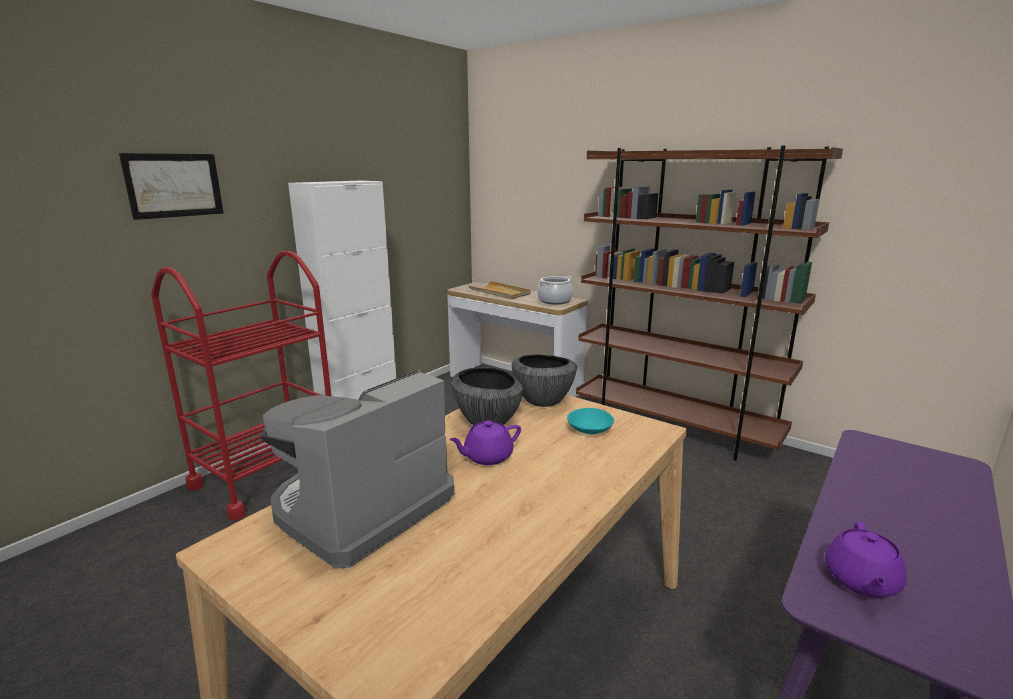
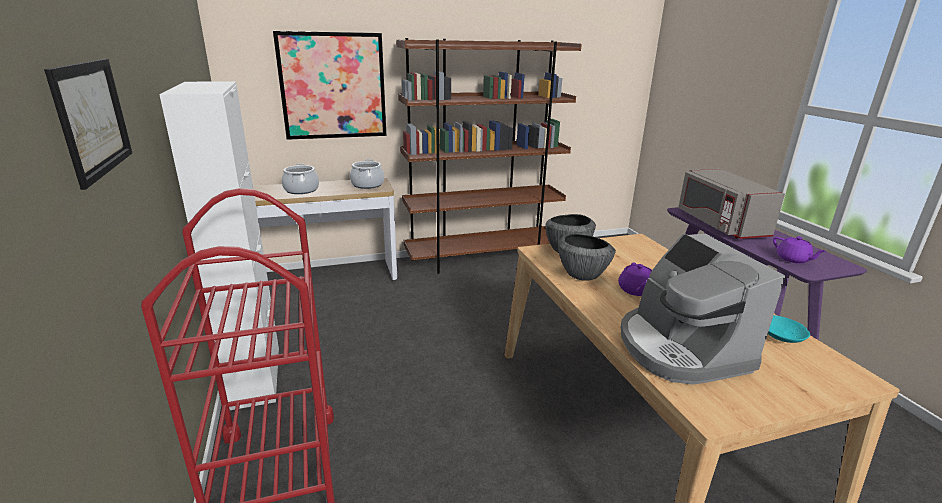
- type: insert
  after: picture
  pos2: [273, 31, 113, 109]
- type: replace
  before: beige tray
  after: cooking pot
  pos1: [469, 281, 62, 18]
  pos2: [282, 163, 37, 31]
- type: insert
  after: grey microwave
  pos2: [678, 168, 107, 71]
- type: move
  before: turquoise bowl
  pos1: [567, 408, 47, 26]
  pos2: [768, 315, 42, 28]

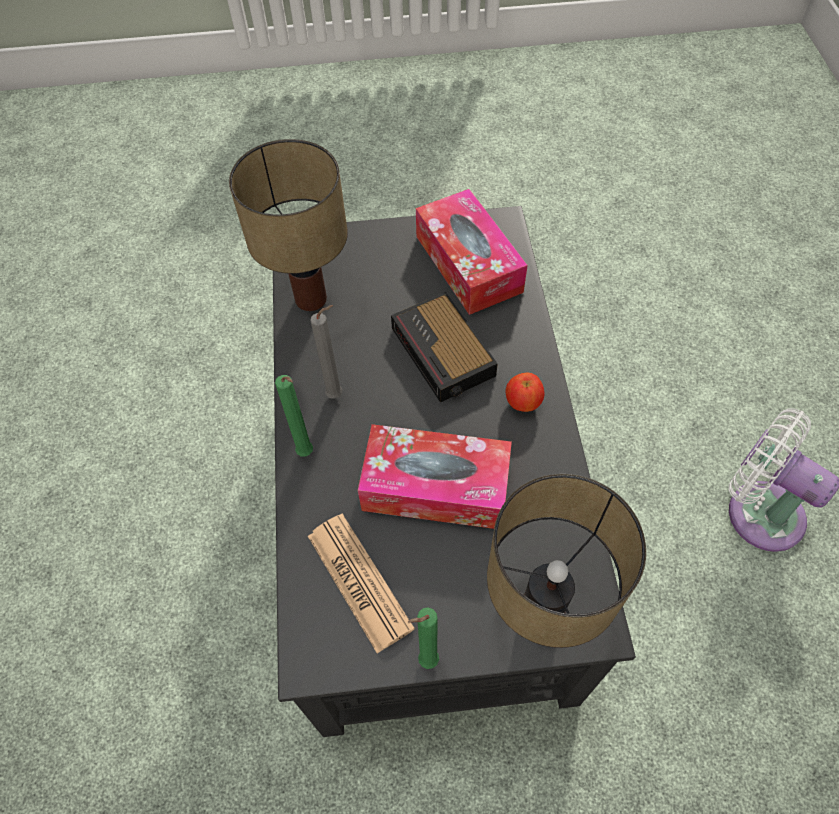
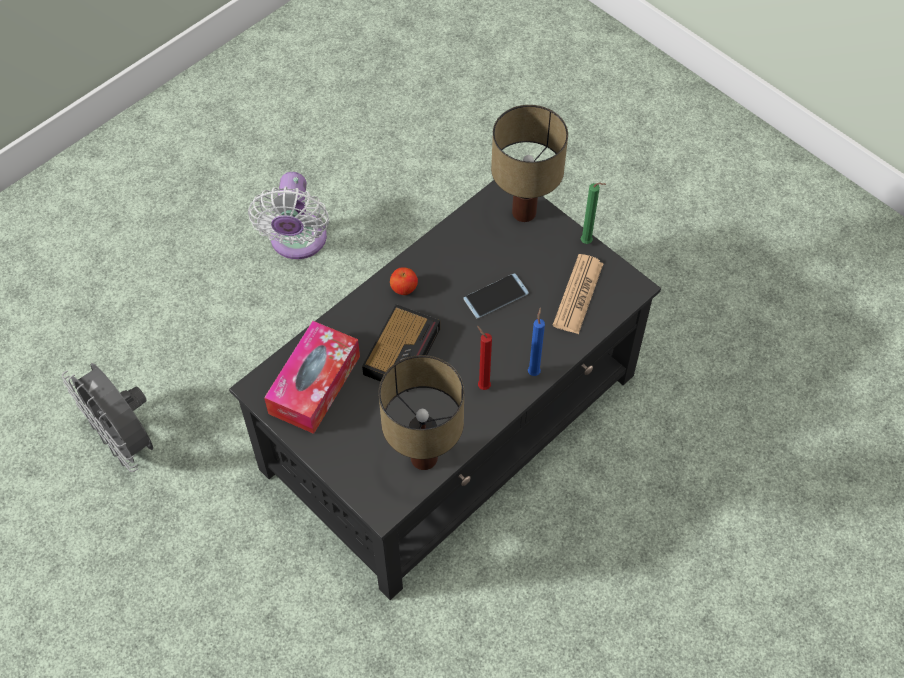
- type: insert
  after: grey fan
  pos2: [62, 363, 91, 109]
- type: replace
  before: tissue box
  after: phone
  pos1: [358, 424, 154, 105]
  pos2: [463, 273, 66, 46]
- type: recolor
  before: grey candle
  after: red candle
  pos1: [310, 305, 32, 94]
  pos2: [477, 326, 15, 64]
- type: recolor
  before: green candle
  after: blue candle
  pos1: [275, 375, 38, 82]
  pos2: [528, 307, 17, 69]

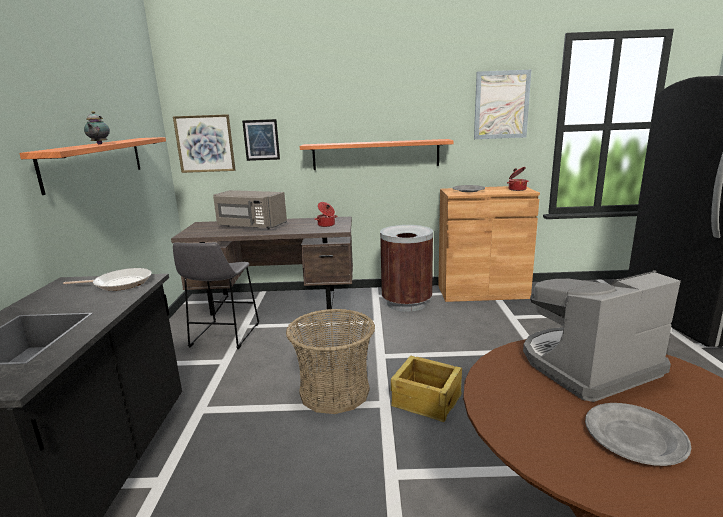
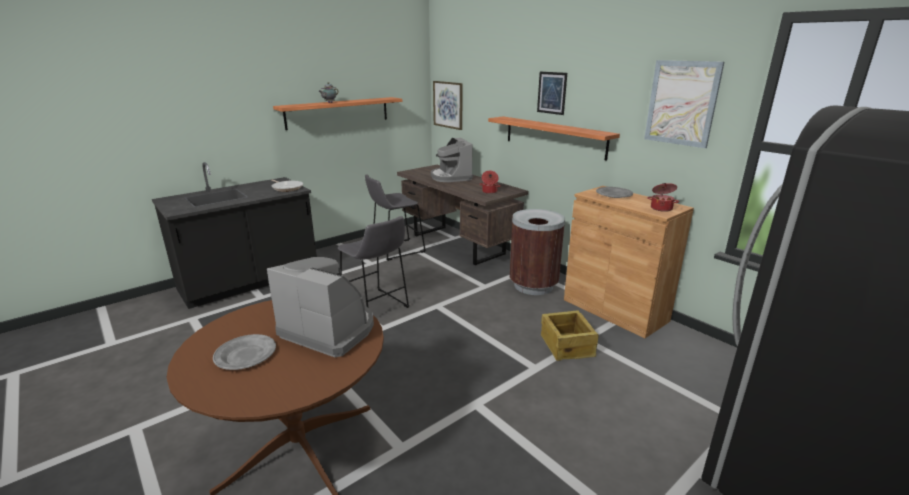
- type: replace
  before: basket
  after: grey stool
  pos1: [286, 309, 89, 105]
  pos2: [338, 216, 71, 92]
- type: replace
  before: grey microwave
  after: coffee machine
  pos1: [213, 190, 74, 40]
  pos2: [431, 138, 42, 44]
- type: move
  before: picture
  pos1: [242, 119, 38, 42]
  pos2: [537, 72, 30, 43]
- type: move
  before: crate
  pos1: [391, 356, 71, 66]
  pos2: [541, 310, 58, 51]

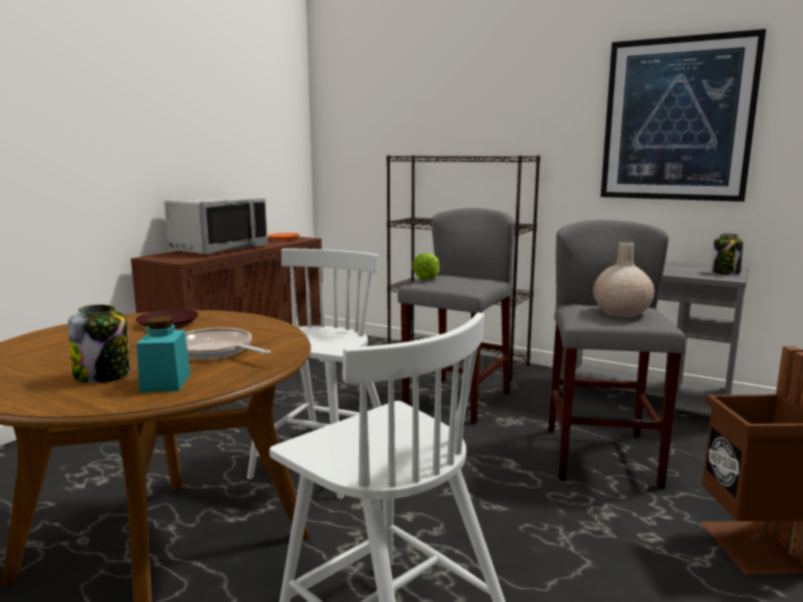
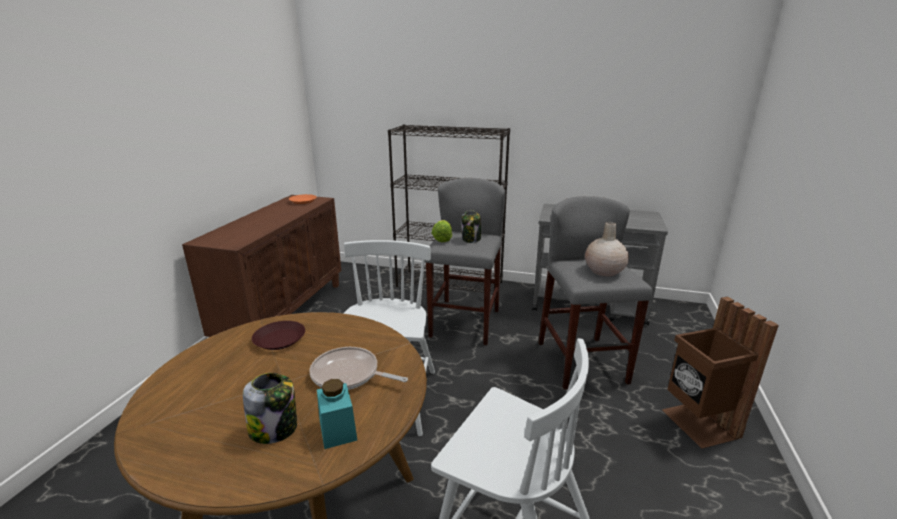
- type: move
  before: jar
  pos1: [712, 233, 31, 42]
  pos2: [461, 210, 20, 33]
- type: delete
  before: grey microwave
  pos1: [164, 196, 104, 59]
- type: delete
  before: picture
  pos1: [601, 29, 165, 173]

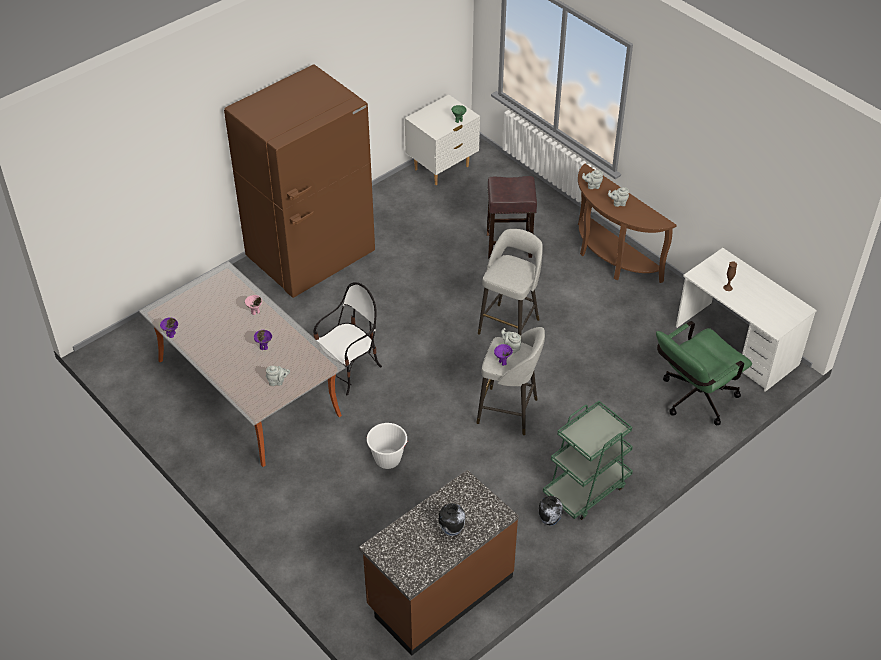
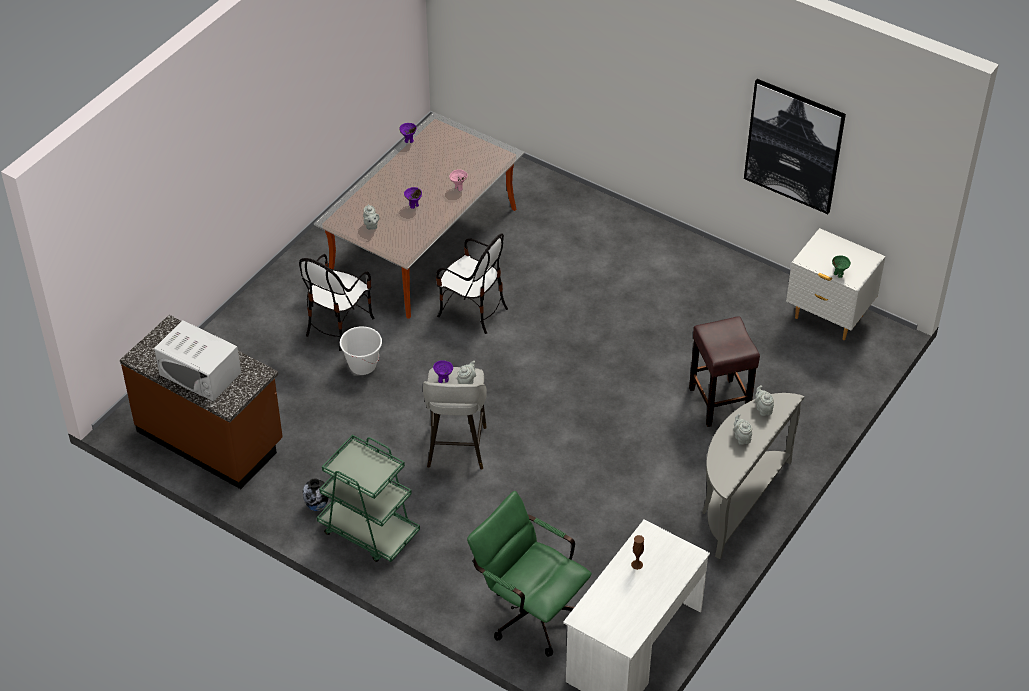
- type: replace
  before: vase
  after: white microwave
  pos1: [439, 503, 26, 33]
  pos2: [154, 320, 87, 81]
- type: insert
  after: chair
  pos2: [299, 254, 76, 97]
- type: recolor
  before: brown console table
  after: grey console table
  pos1: [578, 164, 99, 119]
  pos2: [702, 393, 102, 166]
- type: insert
  after: picture
  pos2: [744, 79, 102, 135]
- type: delete
  before: brown fridge
  pos1: [224, 64, 151, 234]
- type: delete
  before: grey stool
  pos1: [478, 229, 65, 106]

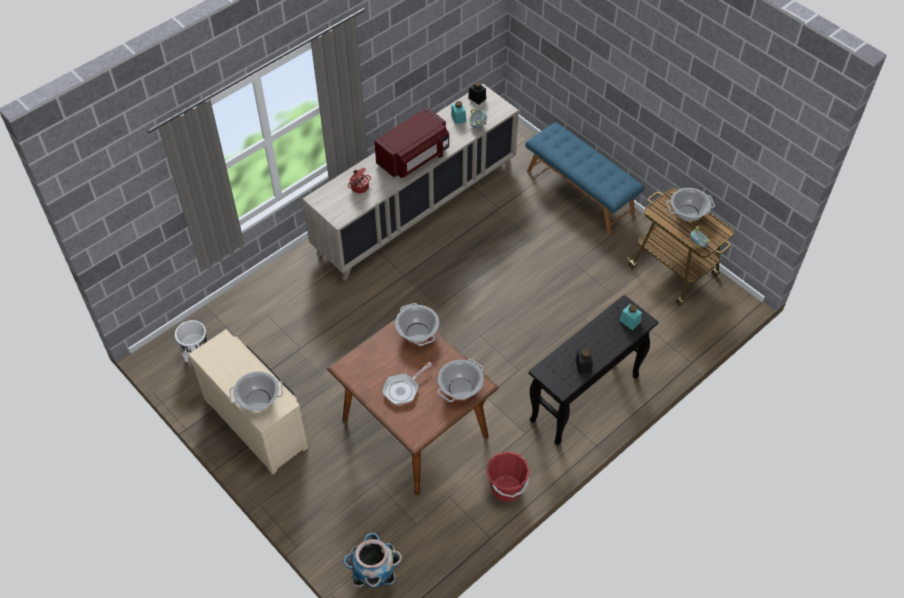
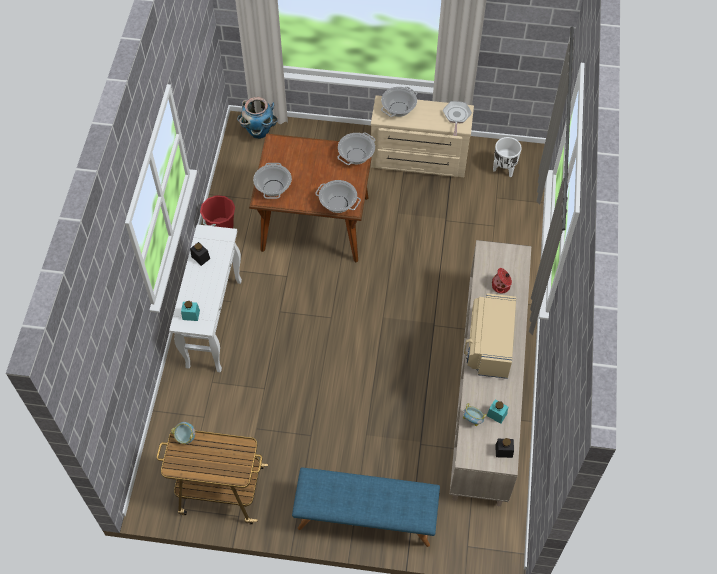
- type: recolor
  before: black console table
  after: white console table
  pos1: [528, 295, 130, 151]
  pos2: [169, 224, 73, 148]
- type: move
  before: cooking pot
  pos1: [666, 188, 49, 33]
  pos2: [337, 132, 38, 33]
- type: move
  before: frying pan
  pos1: [382, 362, 50, 43]
  pos2: [443, 101, 29, 35]
- type: recolor
  before: red microwave
  after: beige microwave
  pos1: [374, 107, 75, 71]
  pos2: [464, 293, 52, 86]

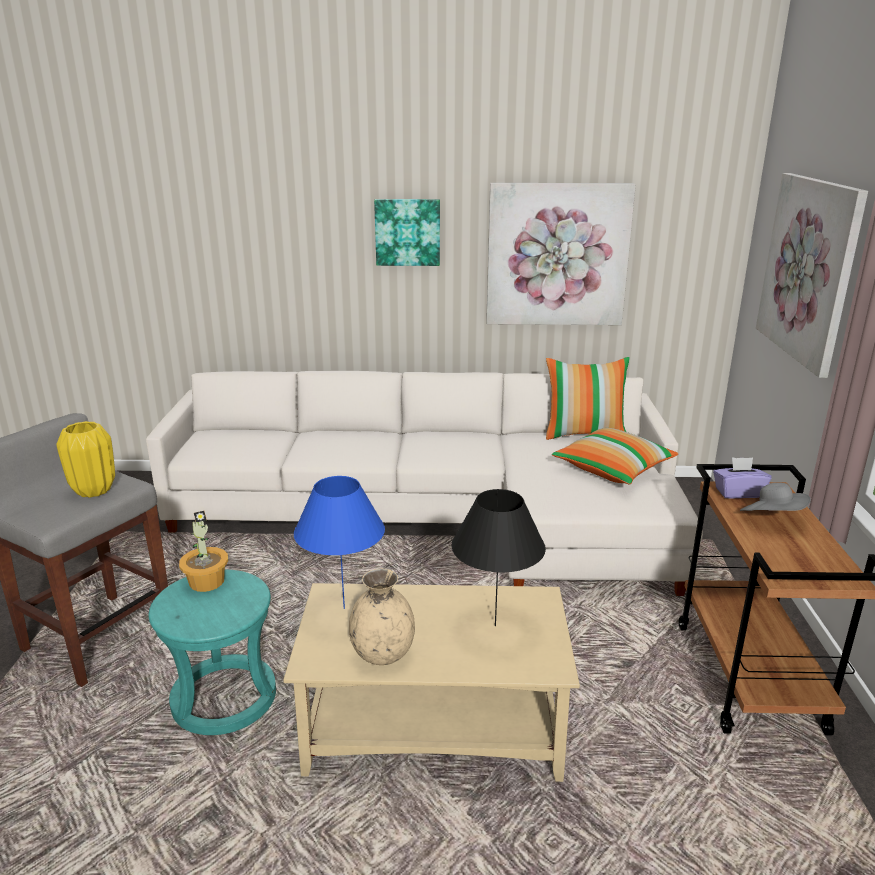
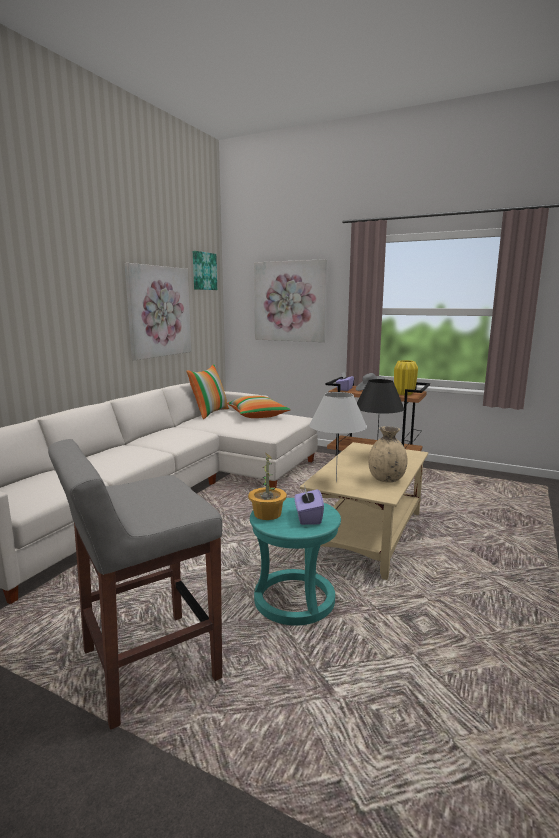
- type: move
  before: picture
  pos1: [374, 199, 66, 67]
  pos2: [193, 251, 24, 39]
- type: insert
  after: purple tissue box
  pos2: [294, 485, 30, 40]
- type: recolor
  before: blue table lamp
  after: white table lamp
  pos1: [294, 476, 91, 133]
  pos2: [309, 392, 58, 90]
- type: move
  before: yellow vase
  pos1: [56, 421, 59, 77]
  pos2: [394, 360, 24, 35]

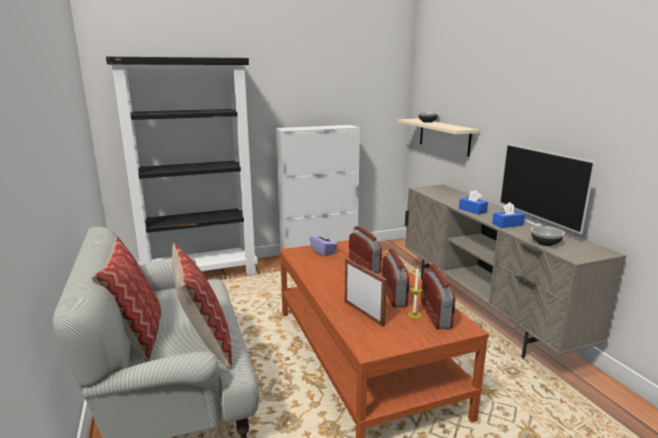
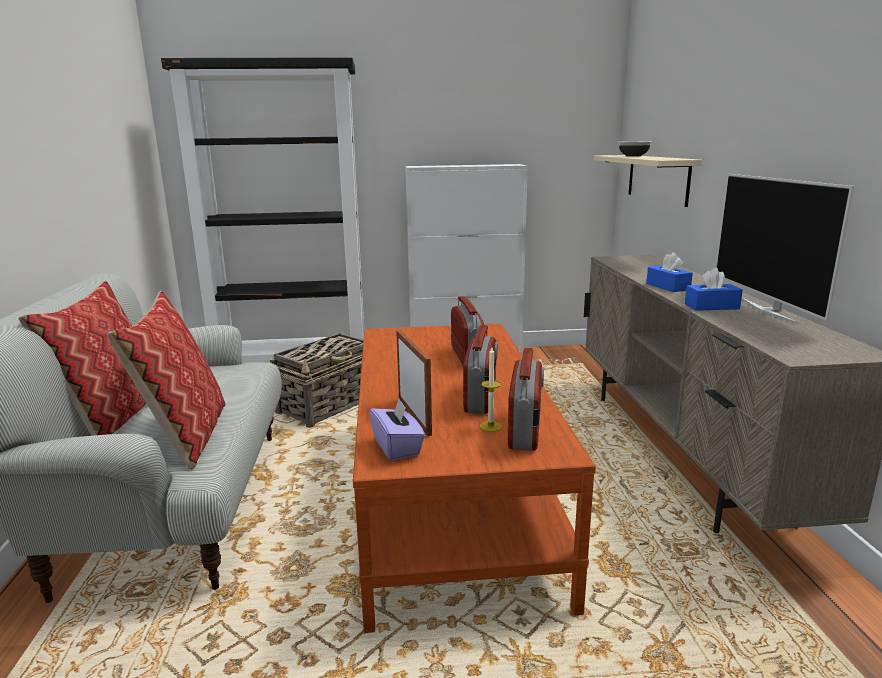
- type: insert
  after: basket
  pos2: [269, 333, 94, 95]
- type: move
  before: purple tissue box
  pos1: [310, 231, 28, 25]
  pos2: [369, 399, 56, 62]
- type: delete
  before: bowl
  pos1: [531, 226, 34, 20]

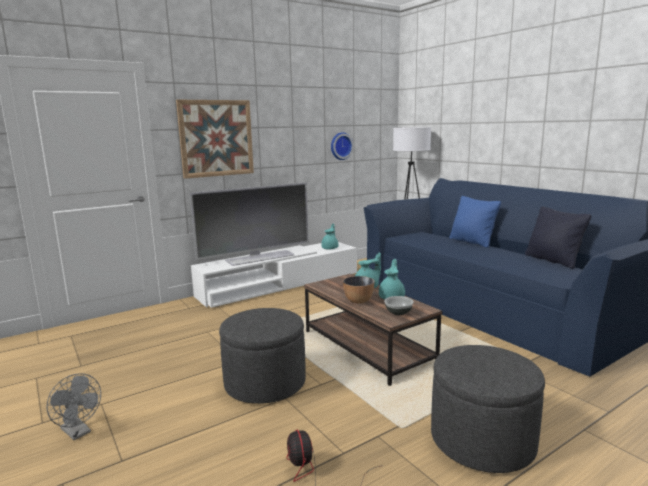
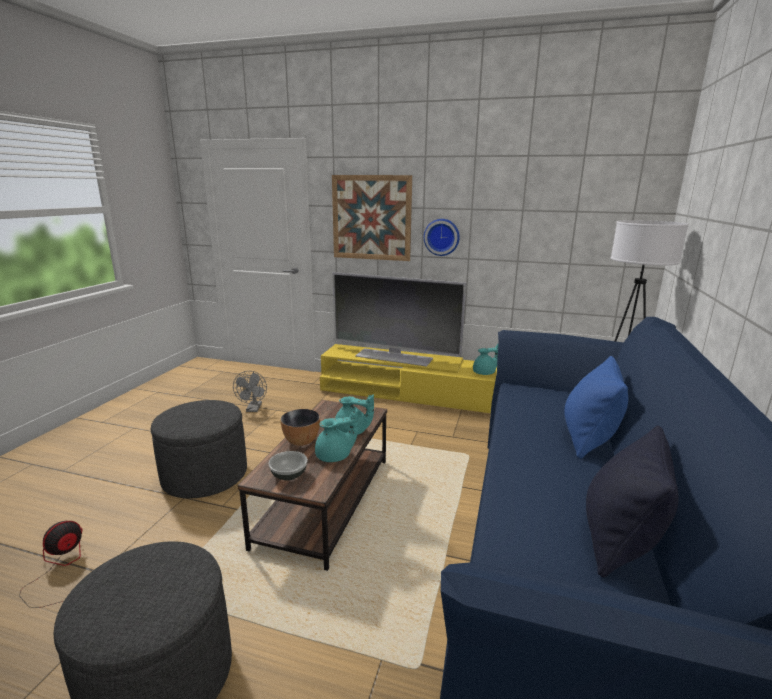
- type: move
  before: grey fan
  pos1: [46, 373, 55, 67]
  pos2: [233, 371, 34, 41]
- type: recolor
  before: white tv stand
  after: yellow tv stand
  pos1: [191, 242, 166, 66]
  pos2: [320, 344, 177, 69]
- type: move
  before: wall clock
  pos1: [331, 132, 23, 28]
  pos2: [424, 219, 36, 37]

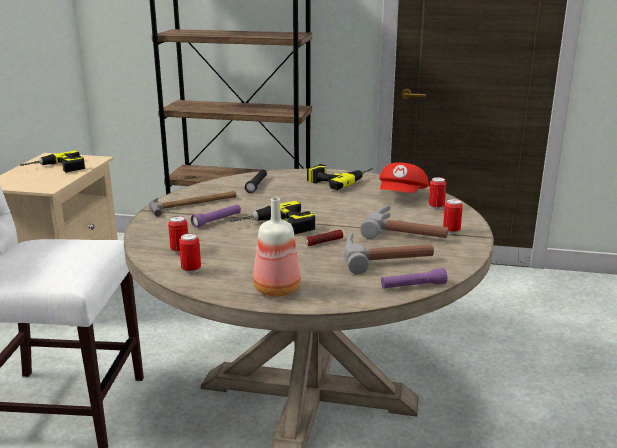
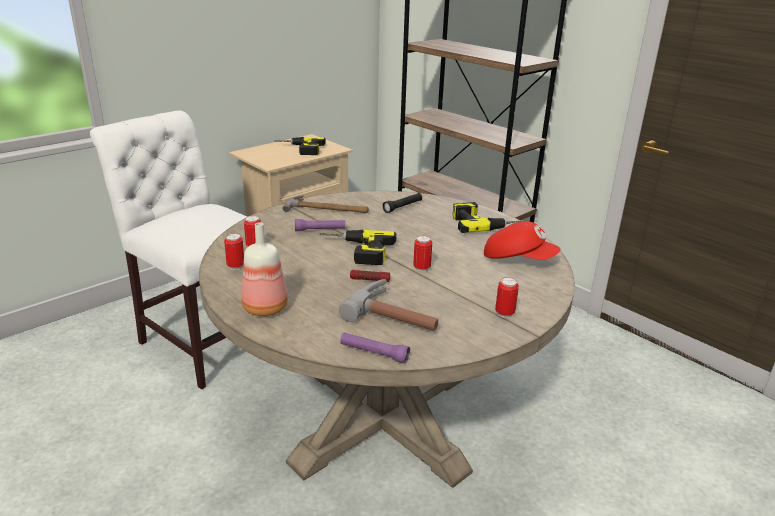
- type: move
  before: can
  pos1: [429, 177, 18, 33]
  pos2: [413, 235, 19, 37]
- type: rotate
  before: red cap
  pos1: [379, 162, 50, 31]
  pos2: [484, 221, 77, 39]
  turn: -120
- type: delete
  before: hammer
  pos1: [360, 205, 88, 34]

